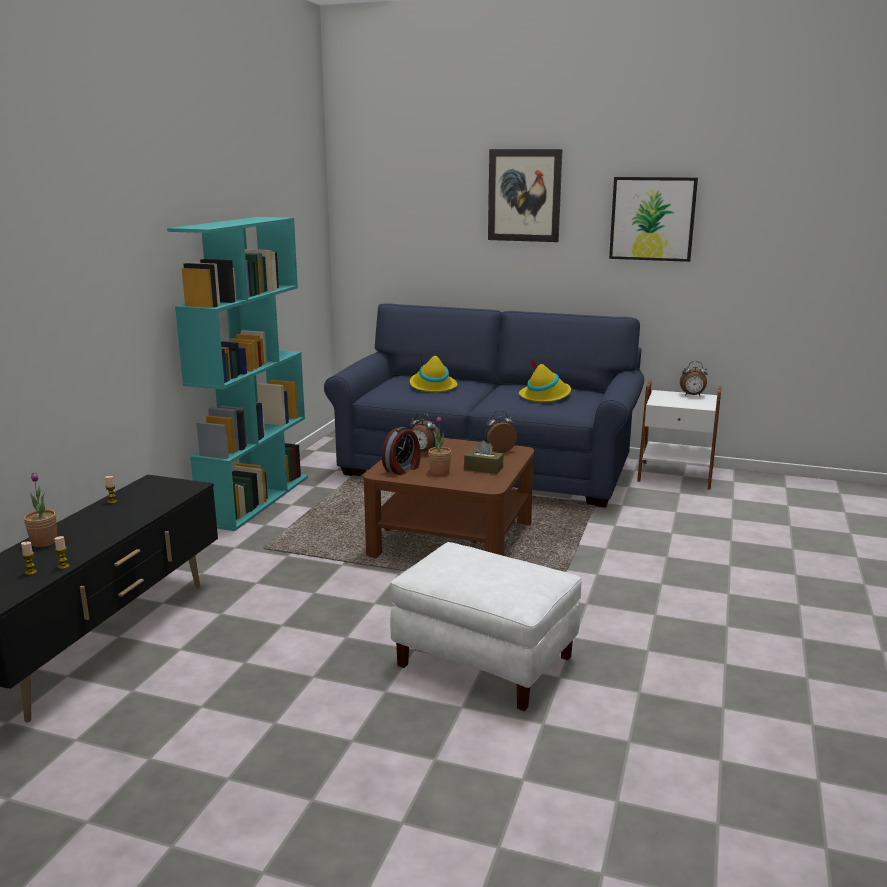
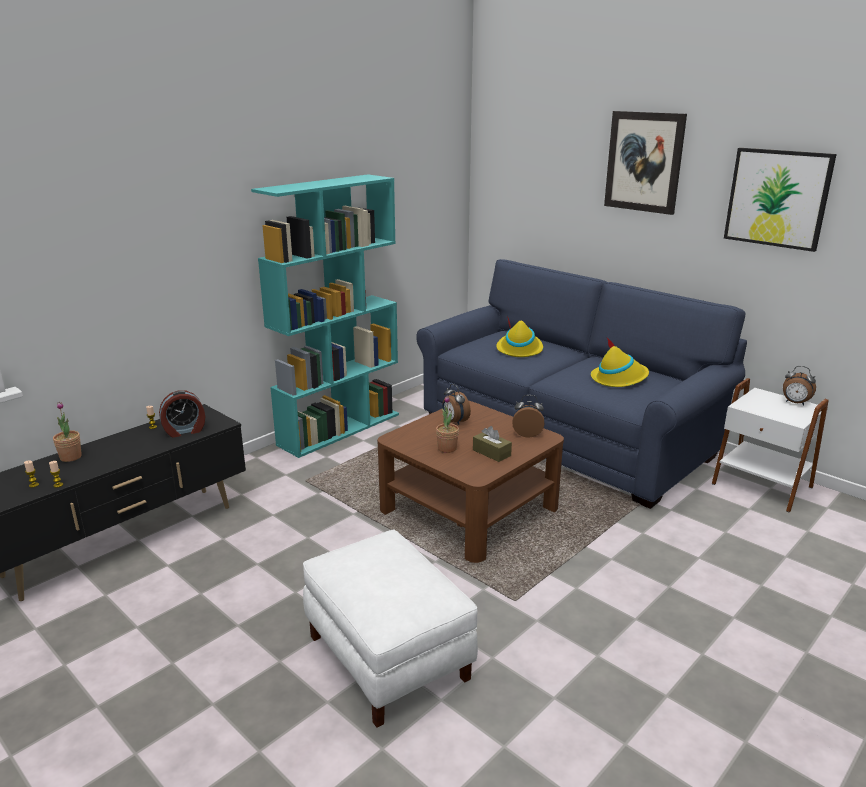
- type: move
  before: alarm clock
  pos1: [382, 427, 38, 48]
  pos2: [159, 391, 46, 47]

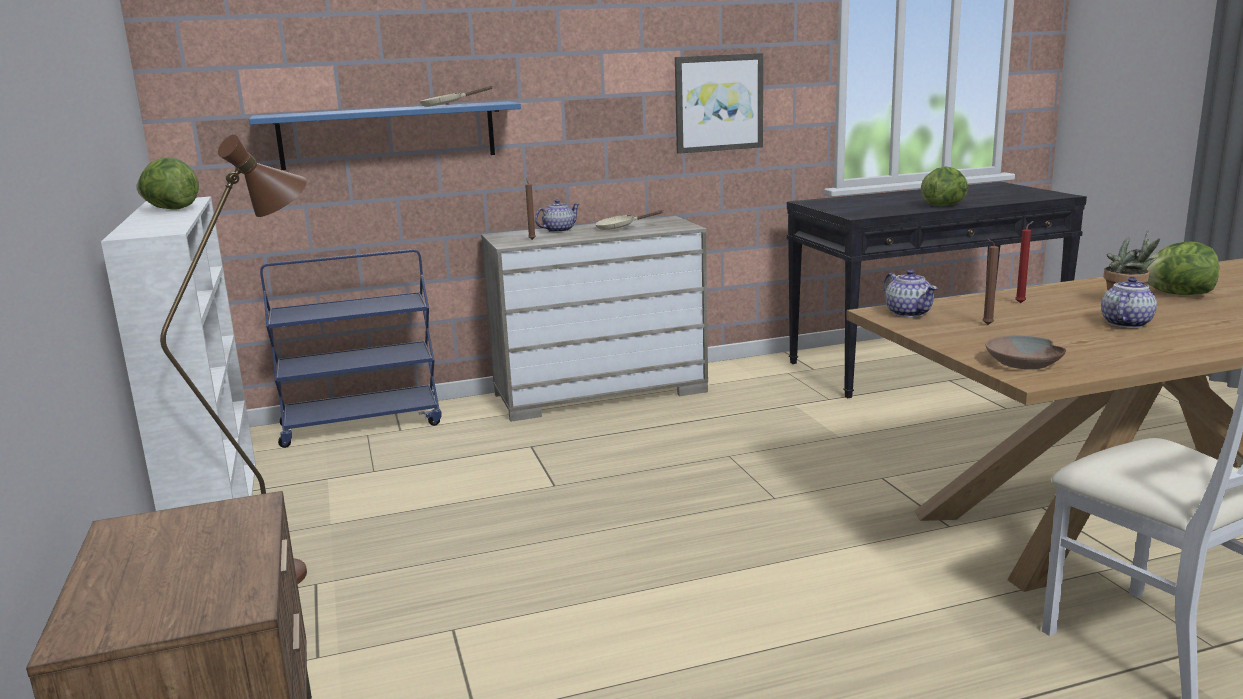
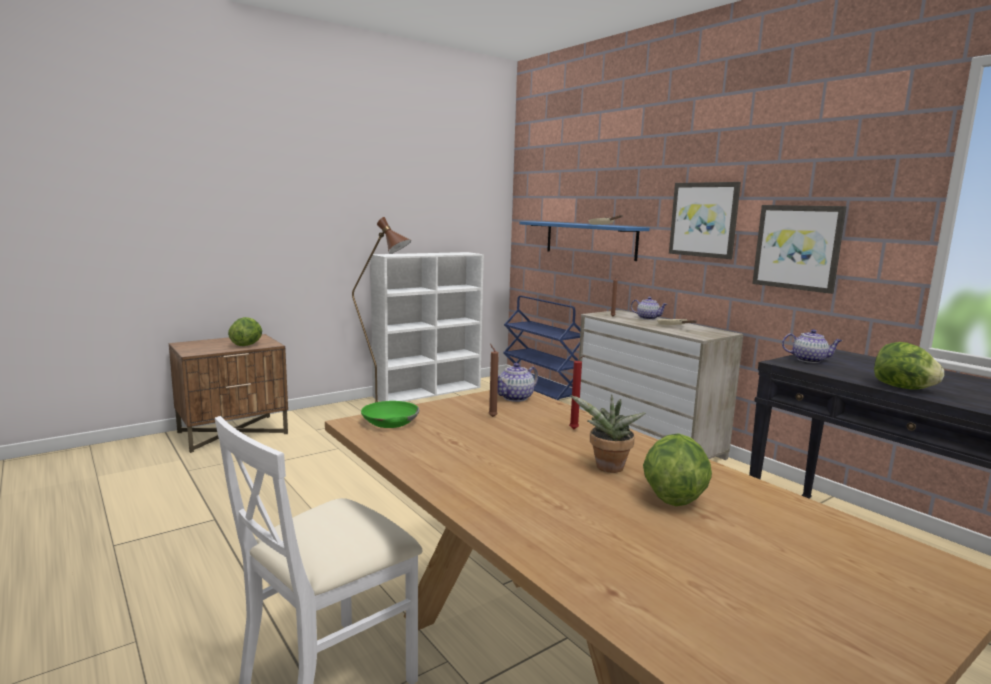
- type: move
  before: lettuce
  pos1: [136, 157, 63, 53]
  pos2: [228, 317, 34, 29]
- type: recolor
  before: brown bowl
  after: green bowl
  pos1: [985, 335, 81, 34]
  pos2: [361, 401, 58, 27]
- type: insert
  after: picture
  pos2: [669, 182, 72, 77]
- type: move
  before: teapot
  pos1: [1101, 277, 56, 51]
  pos2: [782, 329, 60, 34]

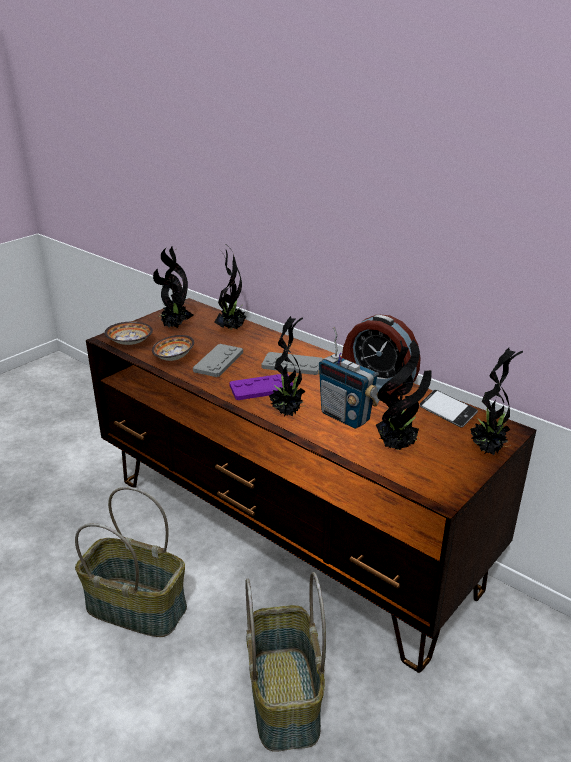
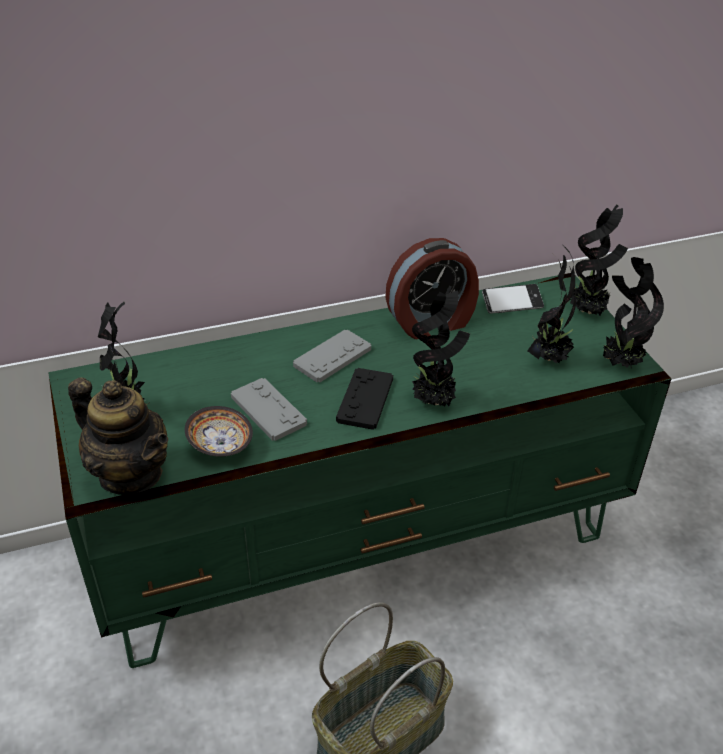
- type: recolor
  before: brown tv stand
  after: green tv stand
  pos1: [86, 298, 450, 375]
  pos2: [48, 273, 623, 395]
- type: replace
  before: bowl
  after: teapot
  pos1: [104, 322, 49, 23]
  pos2: [68, 377, 100, 118]
- type: recolor
  before: purple game controller
  after: black game controller
  pos1: [229, 374, 64, 26]
  pos2: [336, 368, 57, 62]
- type: move
  before: potted plant
  pos1: [214, 246, 33, 84]
  pos2: [603, 257, 61, 112]
- type: delete
  before: basket
  pos1: [246, 572, 80, 180]
- type: delete
  before: radio
  pos1: [318, 327, 62, 102]

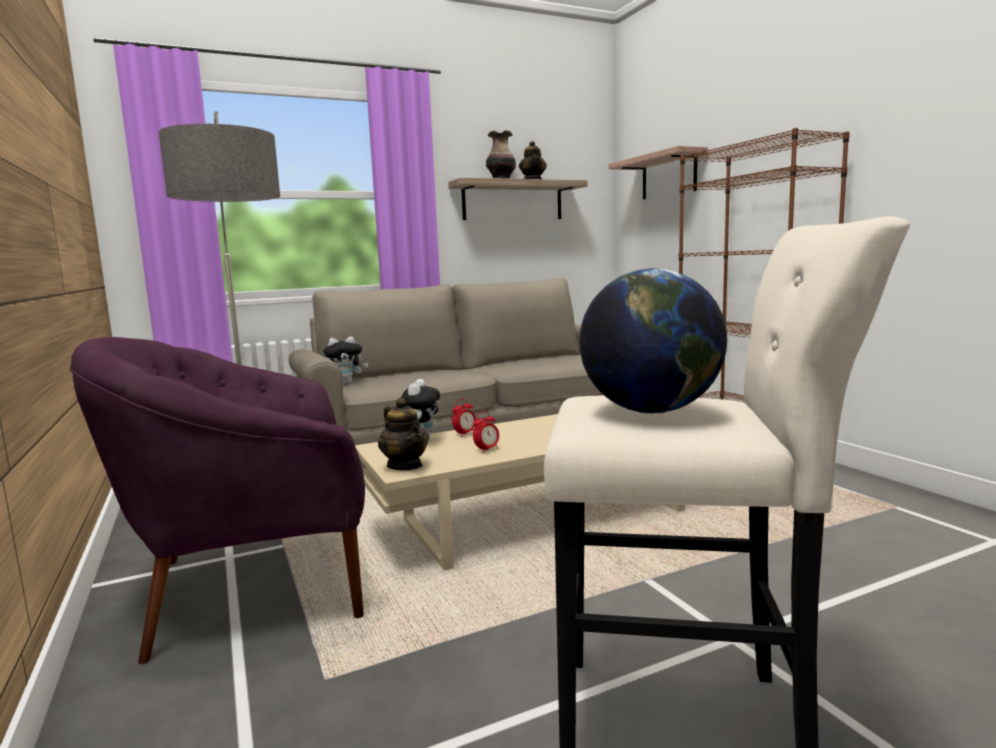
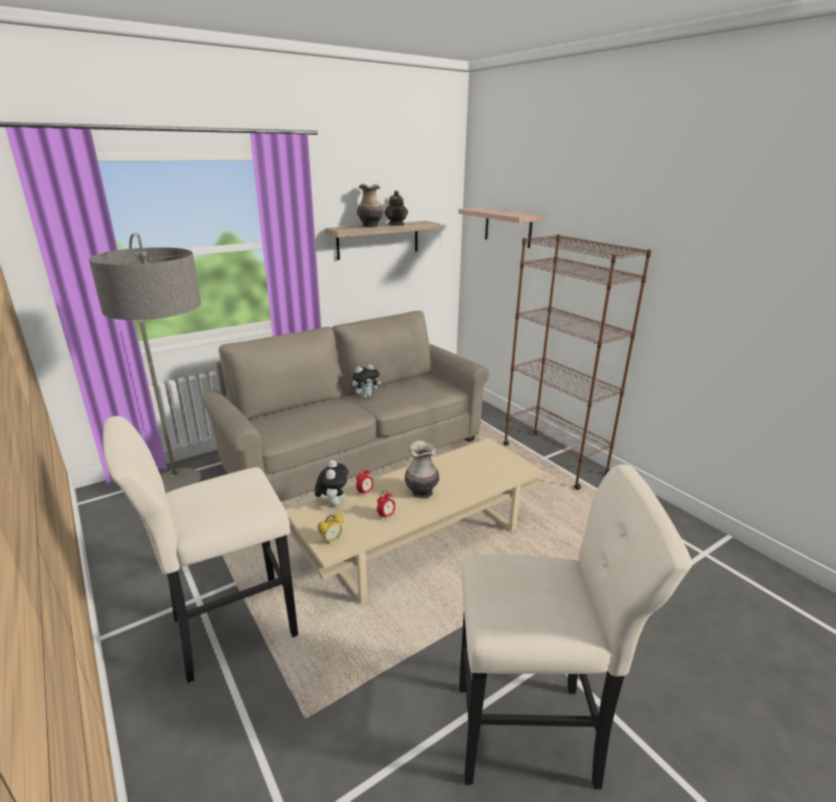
- type: replace
  before: purple armchair
  after: beige stool
  pos1: [70, 337, 295, 327]
  pos2: [103, 416, 195, 267]
- type: replace
  before: teapot
  after: alarm clock
  pos1: [378, 398, 51, 72]
  pos2: [317, 514, 27, 30]
- type: move
  before: plush toy
  pos1: [323, 337, 45, 48]
  pos2: [352, 364, 29, 34]
- type: insert
  after: vase
  pos2: [405, 441, 34, 58]
- type: delete
  before: globe
  pos1: [579, 268, 148, 146]

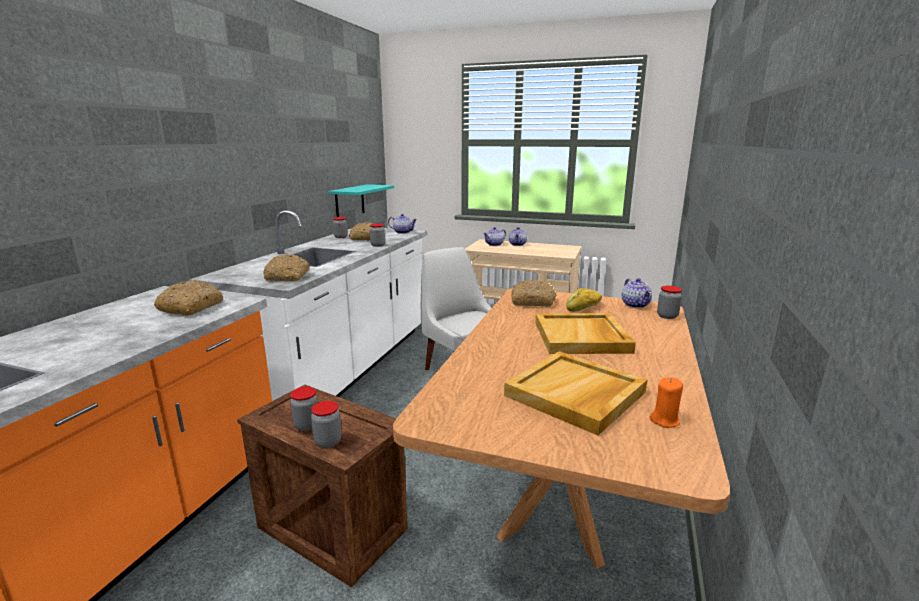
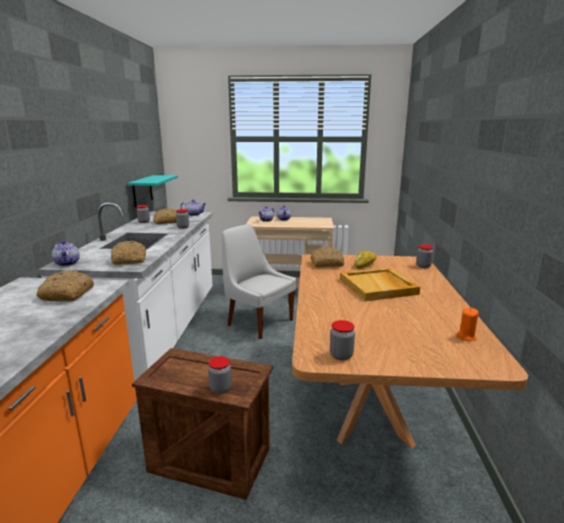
- type: move
  before: teapot
  pos1: [622, 278, 30, 30]
  pos2: [52, 241, 28, 25]
- type: move
  before: jar
  pos1: [290, 387, 28, 44]
  pos2: [330, 320, 25, 41]
- type: delete
  before: beige tray
  pos1: [504, 351, 143, 84]

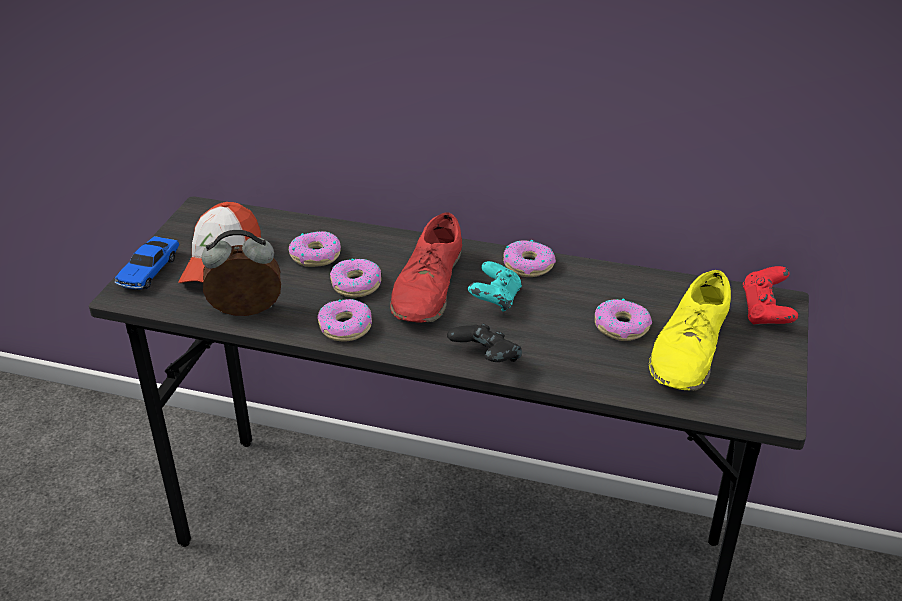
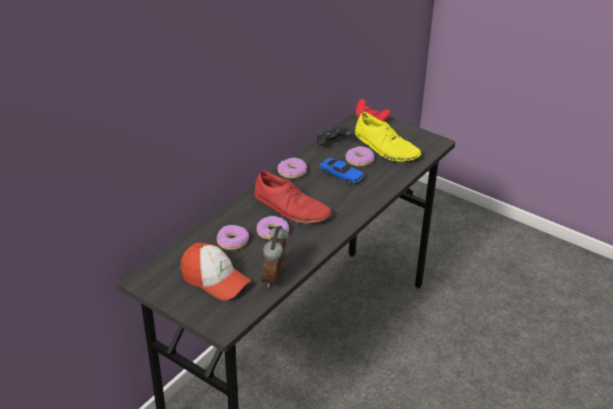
- type: move
  before: black game controller
  pos1: [447, 324, 75, 38]
  pos2: [317, 127, 36, 19]
- type: move
  before: toy car
  pos1: [115, 236, 64, 54]
  pos2: [320, 158, 44, 27]
- type: delete
  before: donut
  pos1: [317, 299, 55, 42]
- type: delete
  before: turquoise game controller
  pos1: [468, 261, 54, 51]

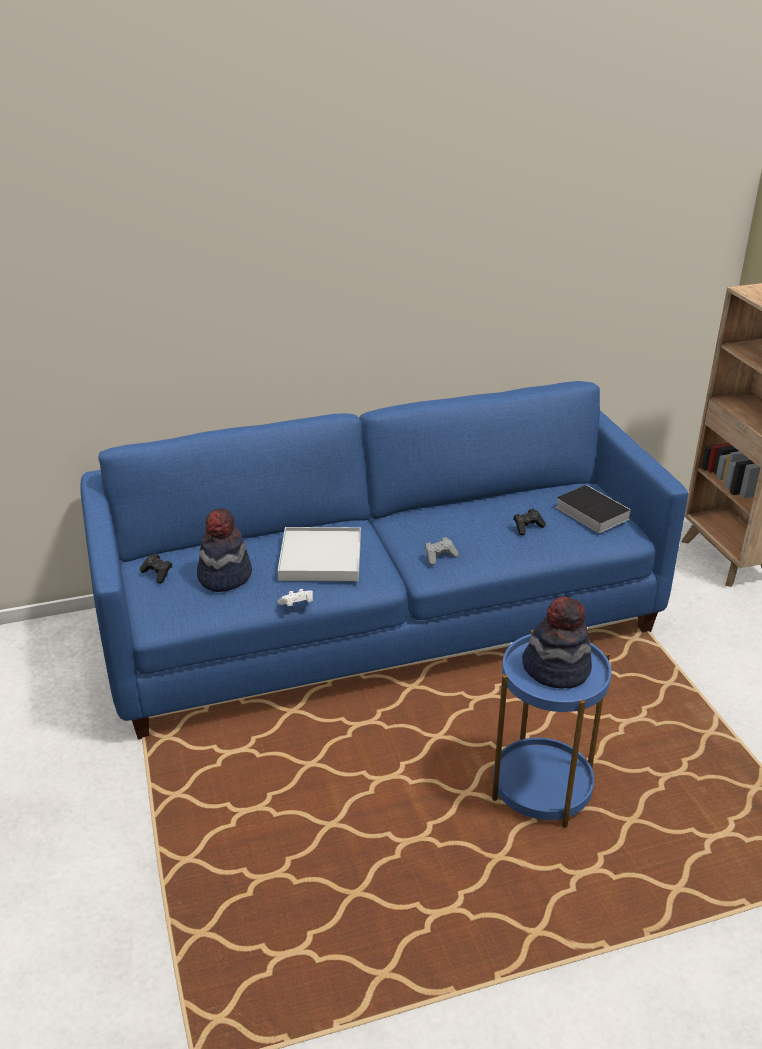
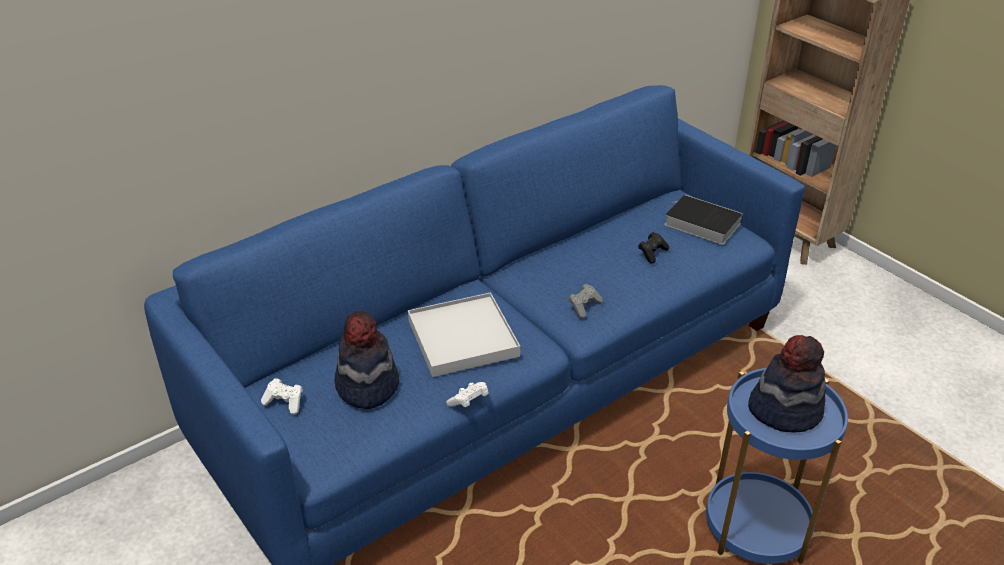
- type: recolor
  before: black game controller
  after: white game controller
  pos1: [140, 553, 32, 31]
  pos2: [261, 378, 42, 36]

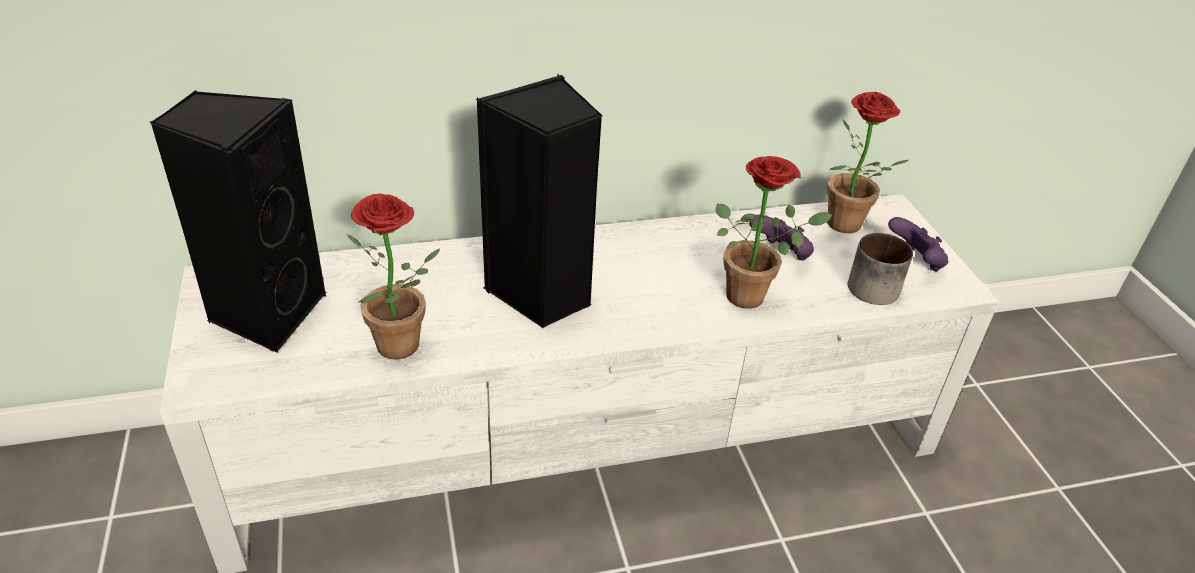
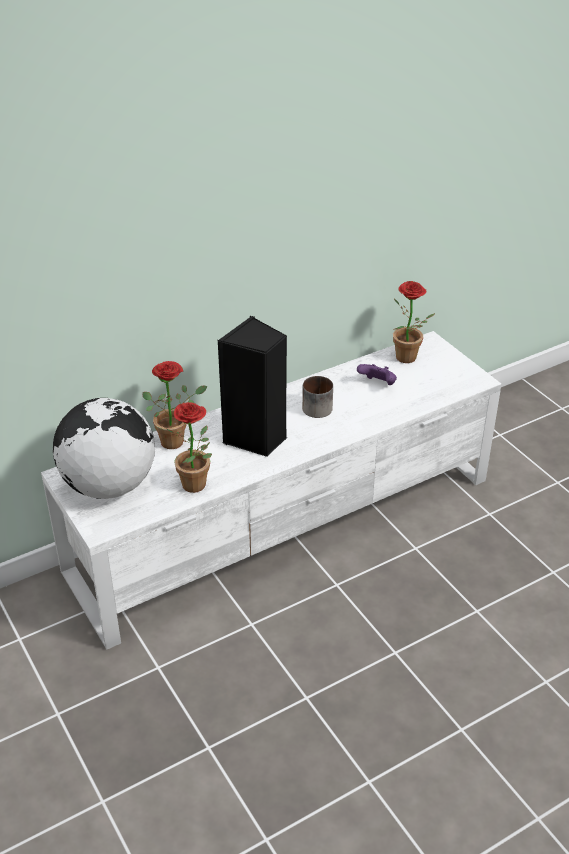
- type: replace
  before: black speaker
  after: globe
  pos1: [150, 90, 176, 263]
  pos2: [53, 398, 102, 101]
- type: move
  before: potted plant
  pos1: [716, 156, 116, 153]
  pos2: [143, 361, 64, 88]
- type: move
  before: mug
  pos1: [848, 233, 65, 72]
  pos2: [302, 376, 31, 42]
- type: delete
  before: purple game controller
  pos1: [888, 217, 61, 55]

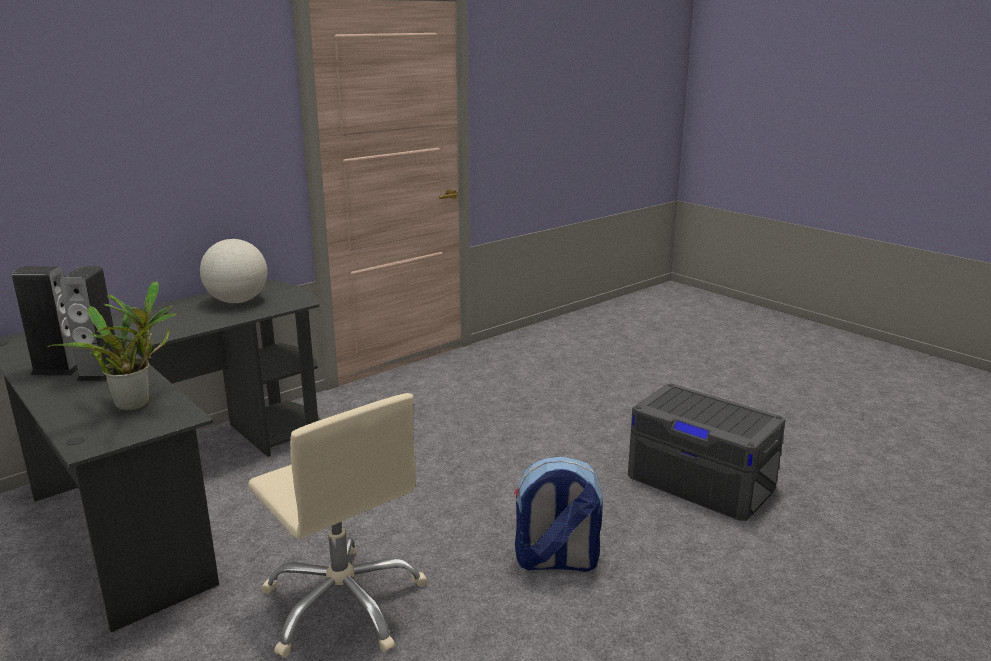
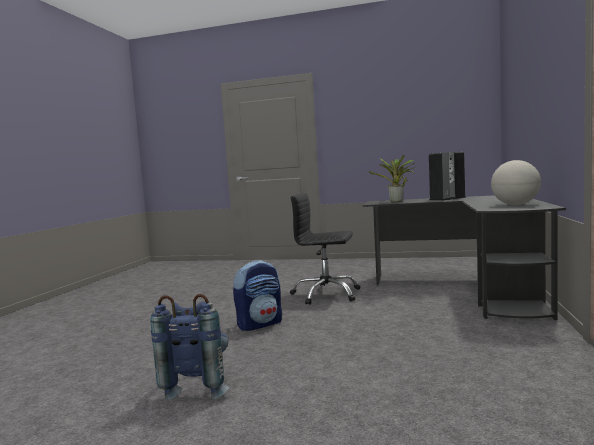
- type: replace
  before: grey storage box
  after: blue backpack
  pos1: [628, 384, 158, 137]
  pos2: [150, 294, 79, 107]
- type: recolor
  before: beige office chair
  after: black office chair
  pos1: [248, 393, 179, 265]
  pos2: [290, 193, 70, 112]

